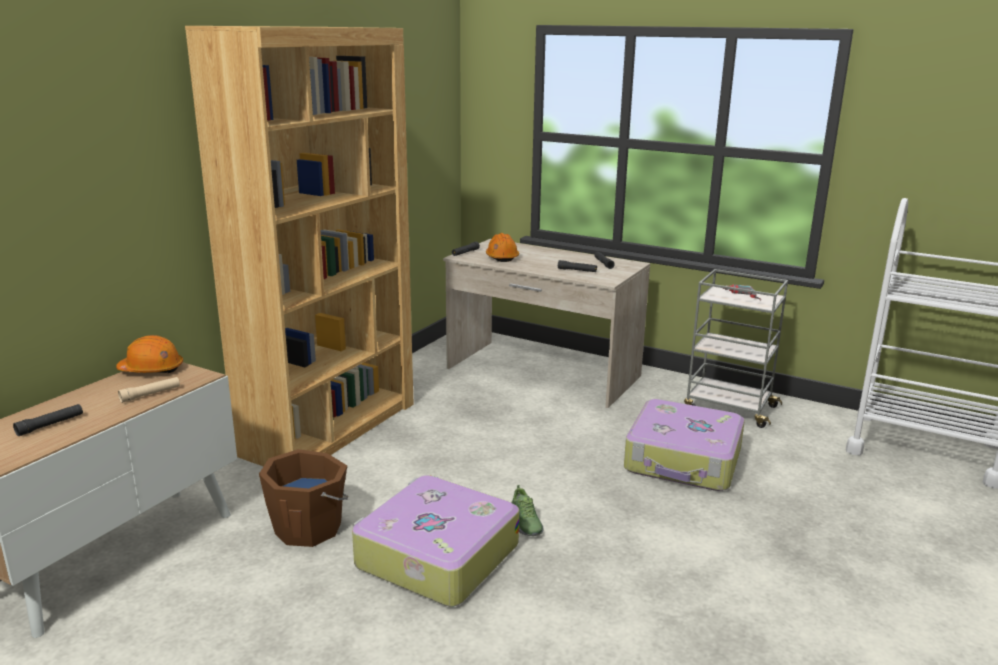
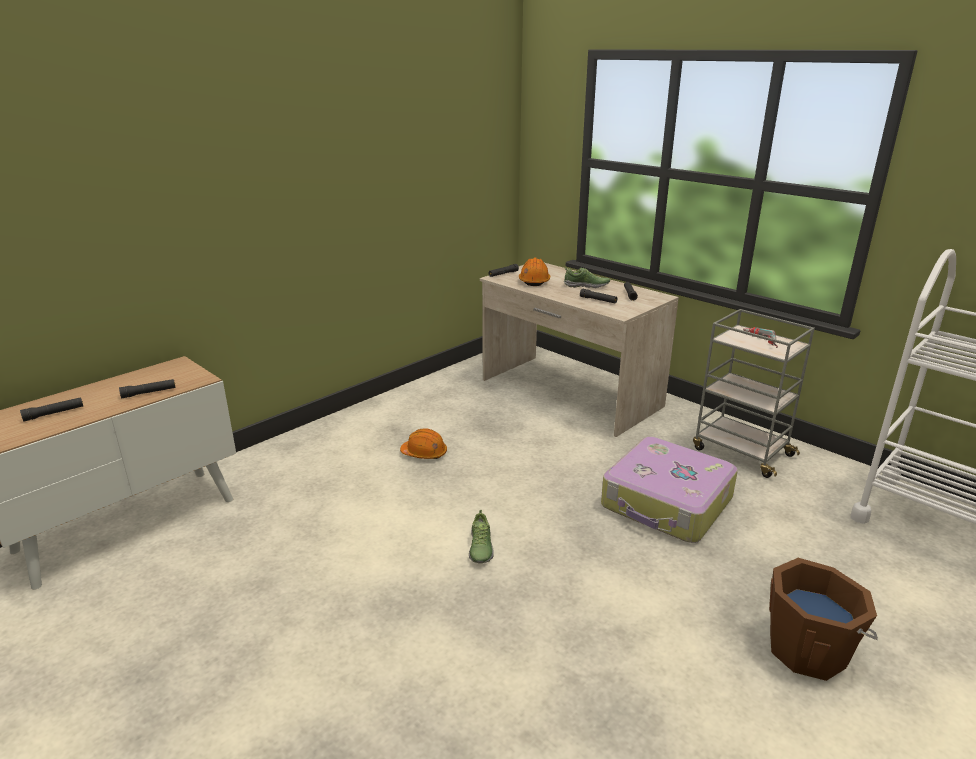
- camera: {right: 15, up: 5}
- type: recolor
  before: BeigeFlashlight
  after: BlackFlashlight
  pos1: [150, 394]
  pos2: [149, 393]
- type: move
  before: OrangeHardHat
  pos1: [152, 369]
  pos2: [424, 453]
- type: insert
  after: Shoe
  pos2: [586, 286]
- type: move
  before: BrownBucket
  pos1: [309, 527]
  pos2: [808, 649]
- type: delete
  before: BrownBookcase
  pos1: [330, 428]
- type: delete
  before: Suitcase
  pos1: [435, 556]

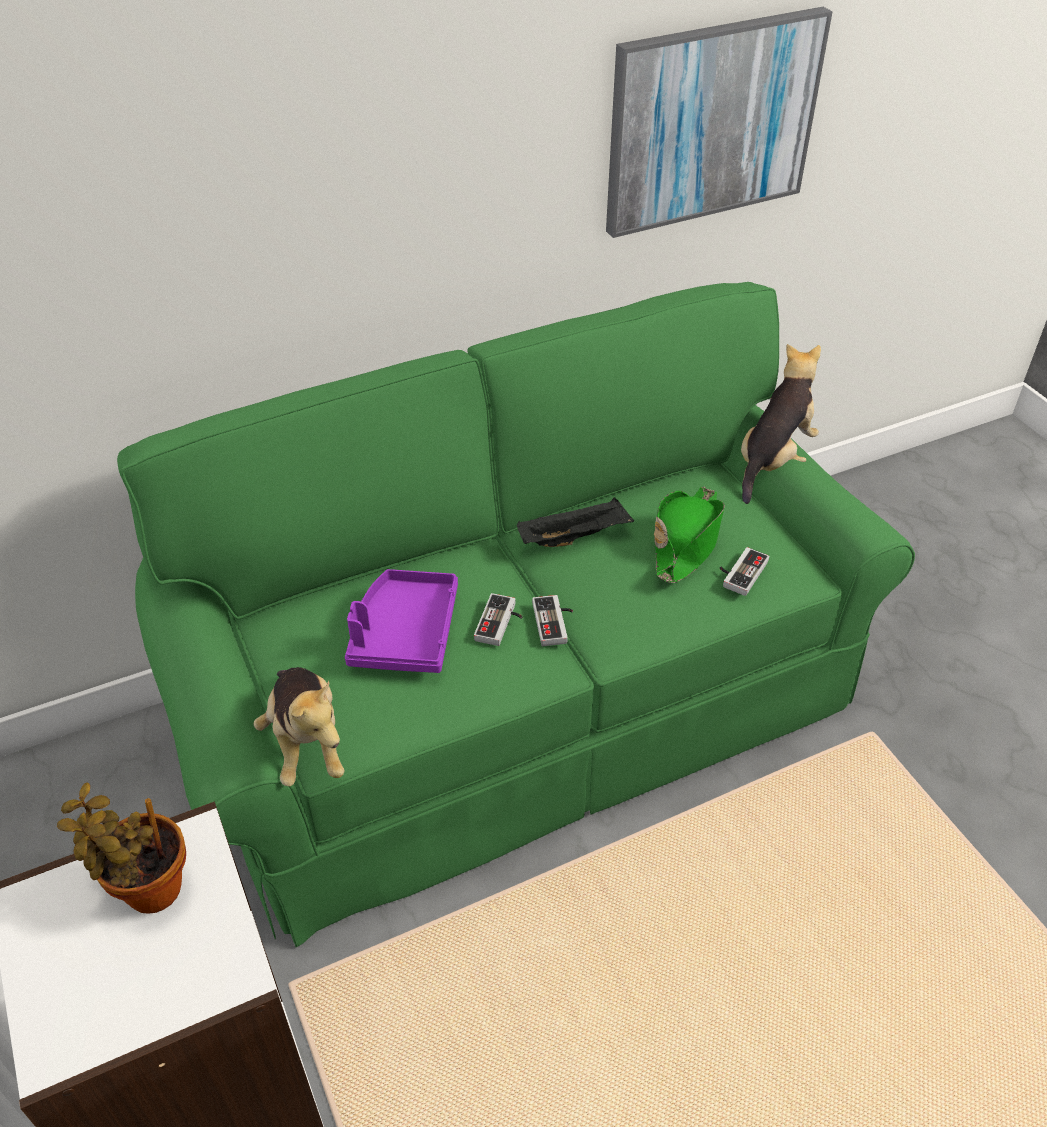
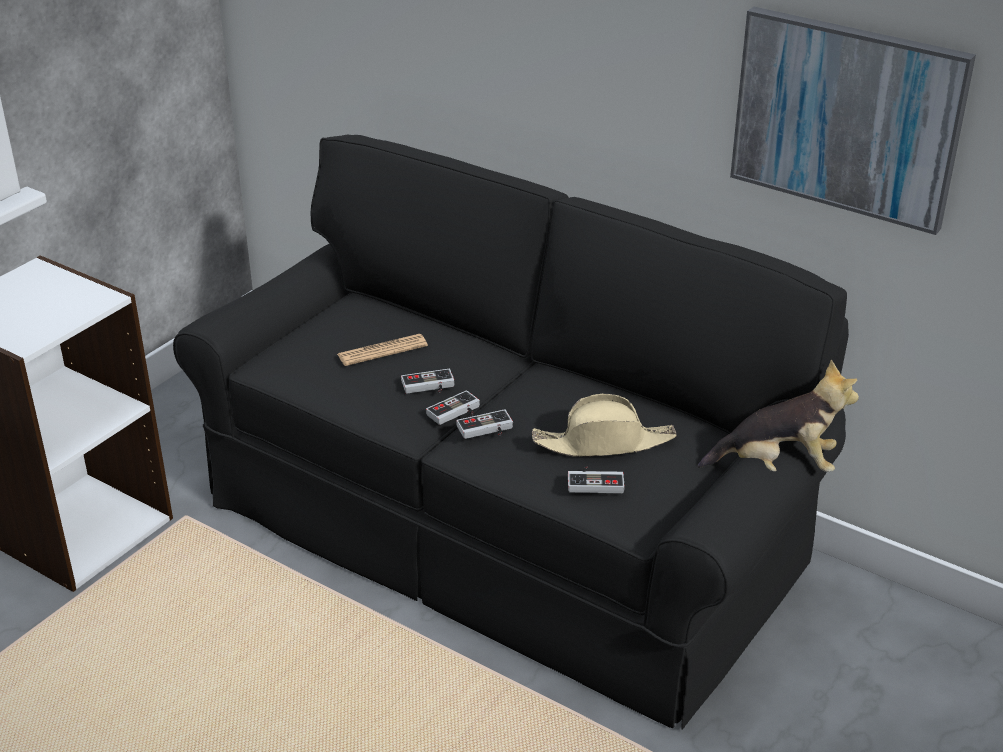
- camera: {right: 60, up: -10}
- type: recolor
  before: GreenSofa
  after: BlackSofa
  pos1: [523, 706]
  pos2: [502, 529]
- type: replace
  before: PurpleTray
  after: Newspaper
  pos1: [404, 633]
  pos2: [382, 351]
- type: insert
  after: GameController
  pos2: [486, 430]
- type: recolor
  before: GreenHat
  after: BeigeHat
  pos1: [686, 541]
  pos2: [604, 443]
- type: delete
  before: PottedPlant
  pos1: [147, 888]
- type: delete
  before: PlushToy
  pos1: [307, 742]
- type: delete
  before: BlackTray
  pos1: [575, 537]

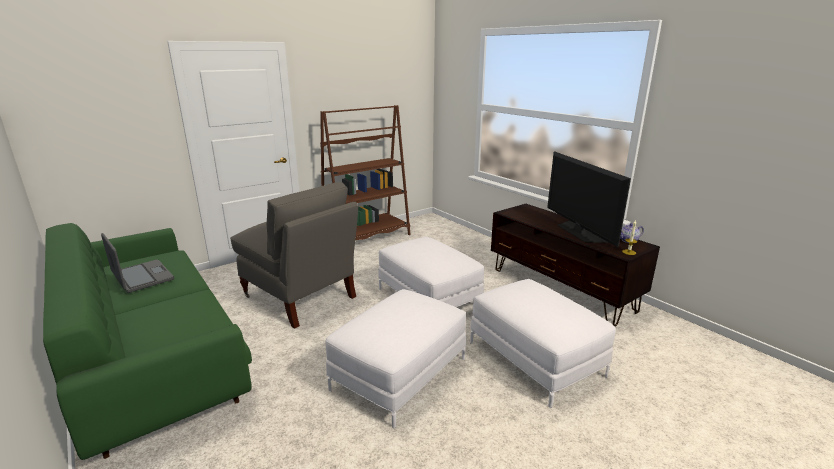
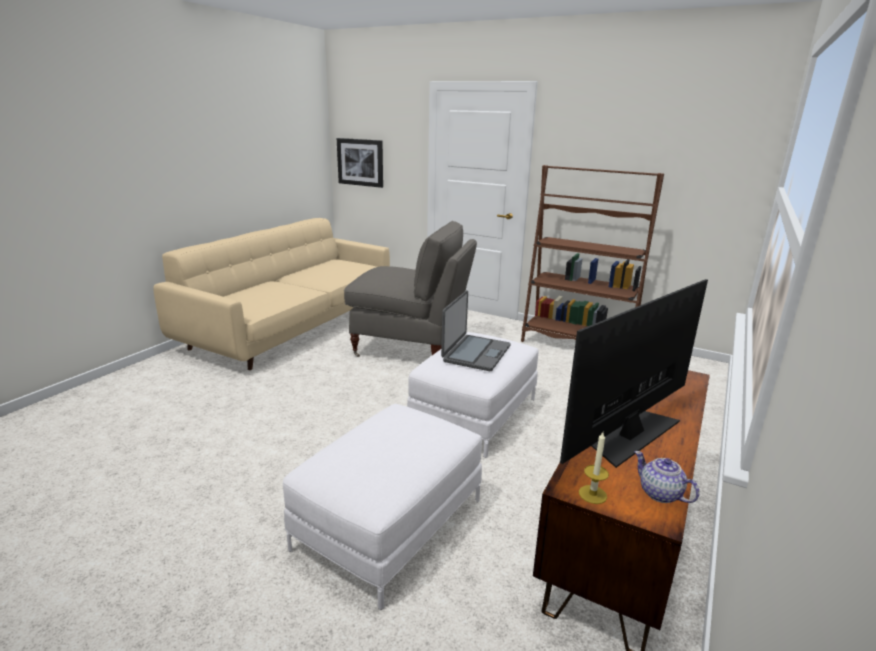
- camera: {right: 65, up: 0}
- type: recolor
  before: GreenSofa
  after: BeigeSofa
  pos1: [153, 354]
  pos2: [294, 325]
- type: insert
  after: Picture
  pos2: [360, 162]
- type: rotate
  before: GreyArmchair
  pos1: [300, 297]
  pos2: [411, 348]
  turn: -90
- type: move
  before: Laptop
  pos1: [142, 277]
  pos2: [475, 353]
- type: delete
  before: WhiteOttoman
  pos1: [400, 374]

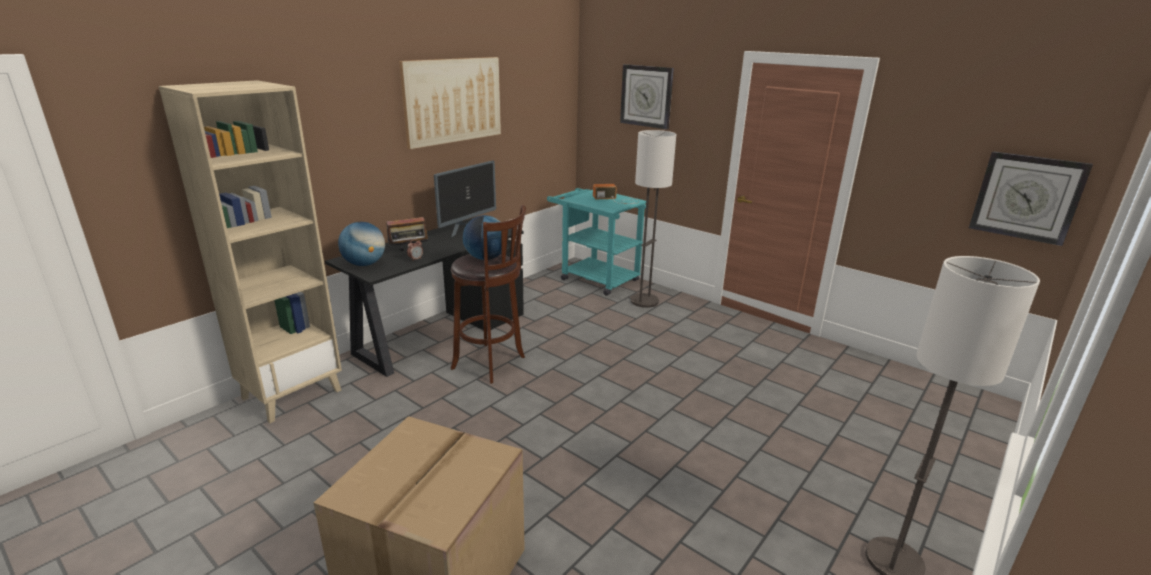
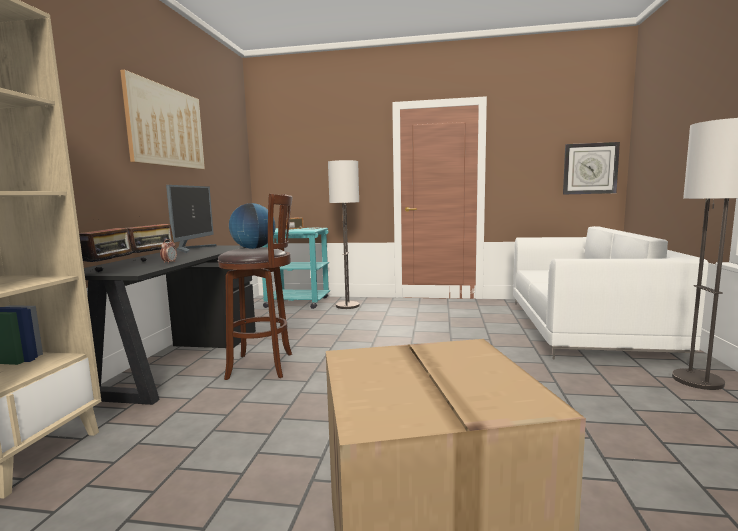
- camera: {right: -30, up: -15}
- type: replace
  before: Globe
  after: Radio
  pos1: [364, 264]
  pos2: [110, 270]
- type: insert
  after: WhiteSofa
  pos2: [585, 328]
- type: delete
  before: WallClock
  pos1: [646, 96]

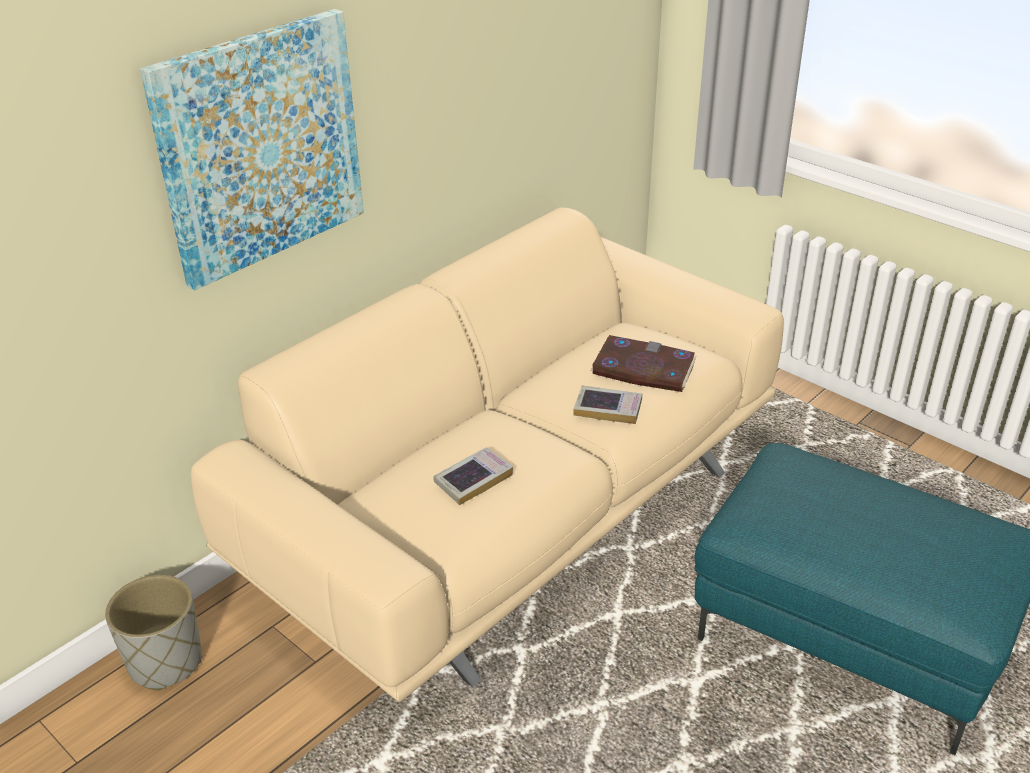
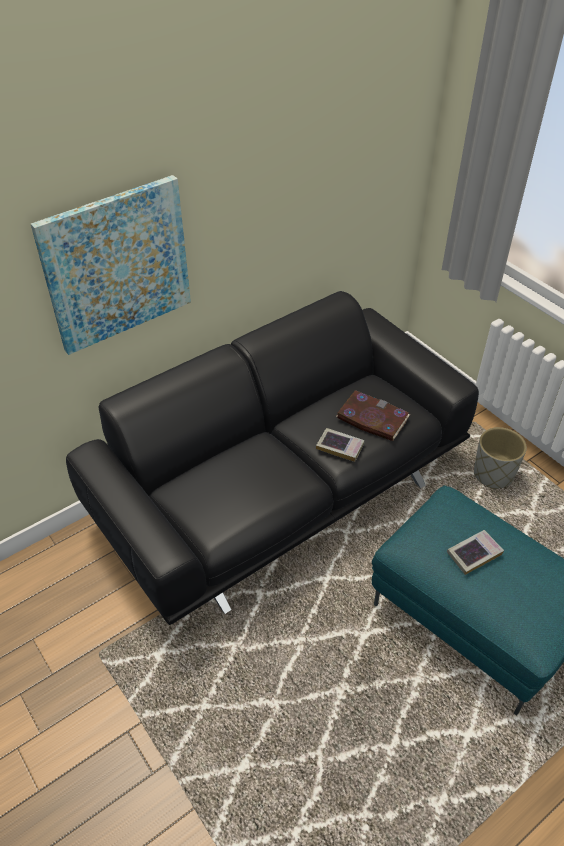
- camera: {right: 10, up: 10}
- type: recolor
  before: BeigeSofa
  after: BlackSofa
  pos1: [516, 509]
  pos2: [282, 491]
- type: move
  before: Book
  pos1: [473, 480]
  pos2: [474, 554]
- type: move
  before: GreyPlanter
  pos1: [166, 661]
  pos2: [493, 474]

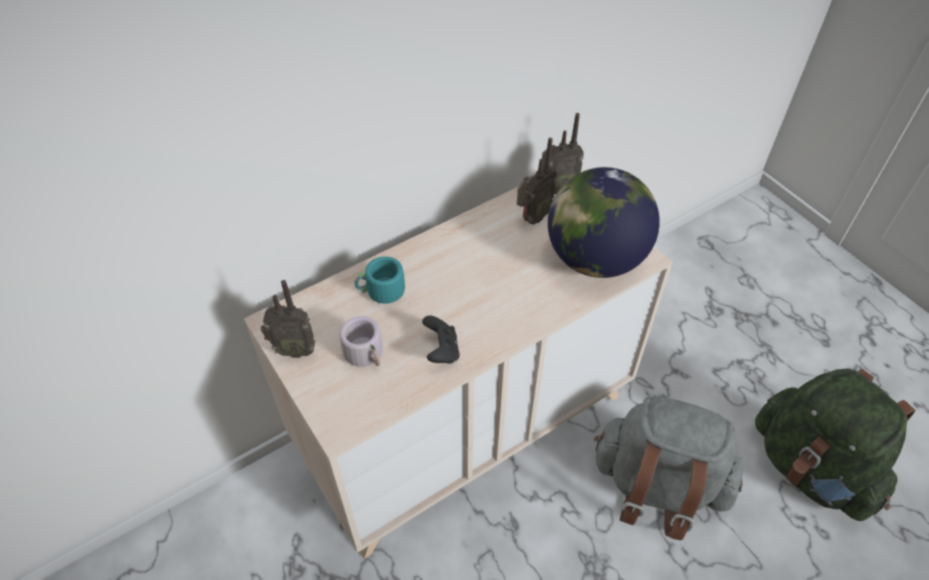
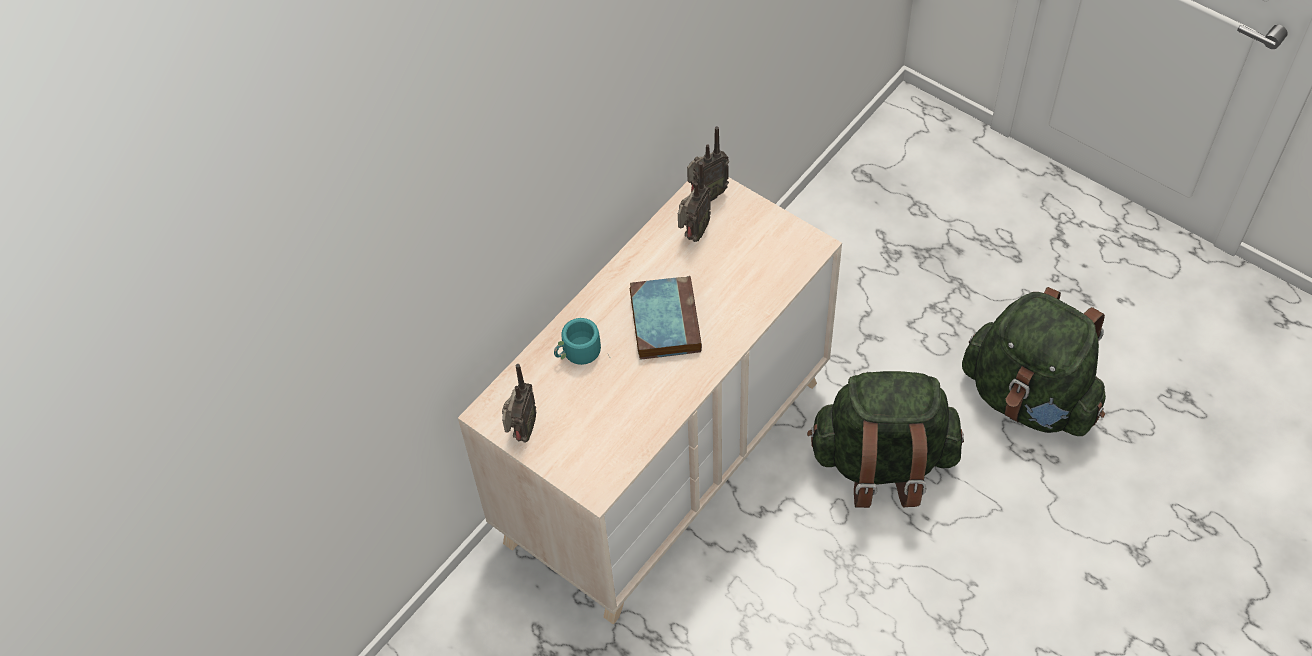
- camera: {right: -15, up: 5}
- type: rotate
  before: Radio
  pos1: [294, 349]
  pos2: [522, 432]
  turn: -60
- type: insert
  after: Book
  pos2: [664, 320]
- type: recolor
  before: GreyBackpack
  after: GreenBackpack
  pos1: [657, 486]
  pos2: [882, 463]
- type: delete
  before: GreyMug
  pos1: [368, 354]
- type: delete
  before: BlackGameController
  pos1: [441, 351]
- type: delete
  before: Globe
  pos1: [594, 258]

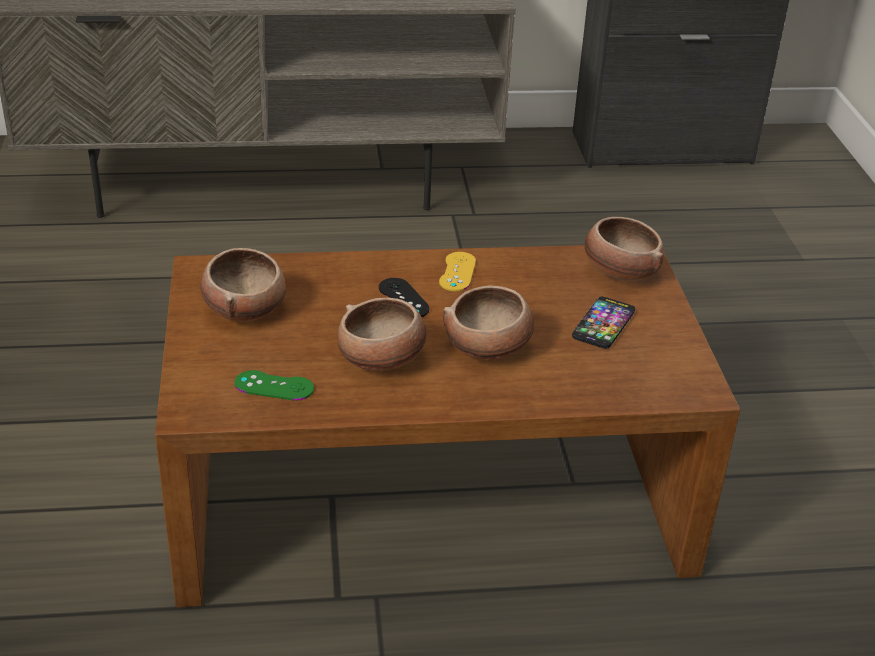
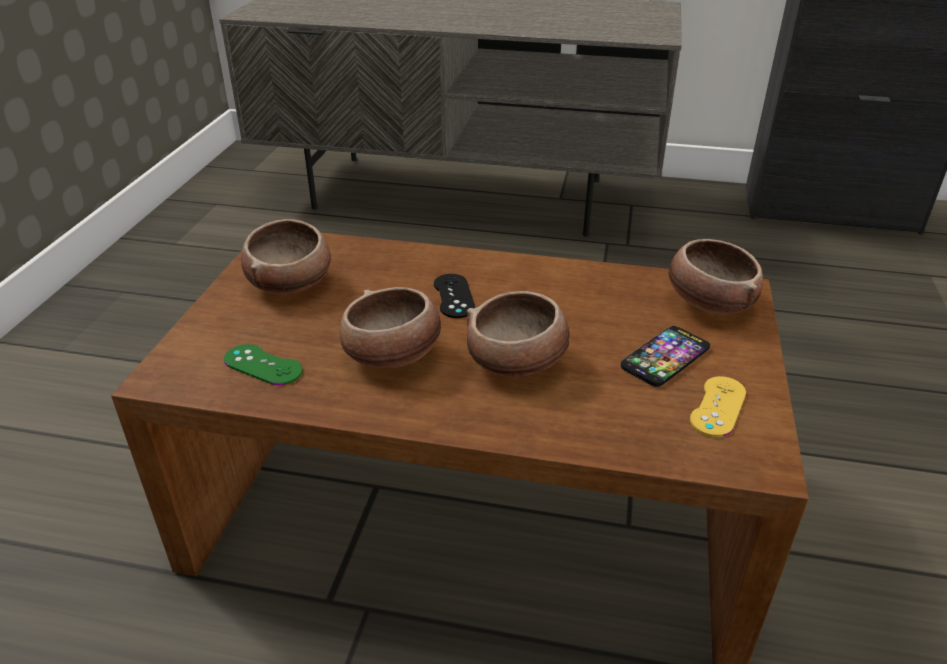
- camera: {right: 20, up: 0}
- type: move
  before: YellowGameController
  pos1: [457, 272]
  pos2: [718, 406]

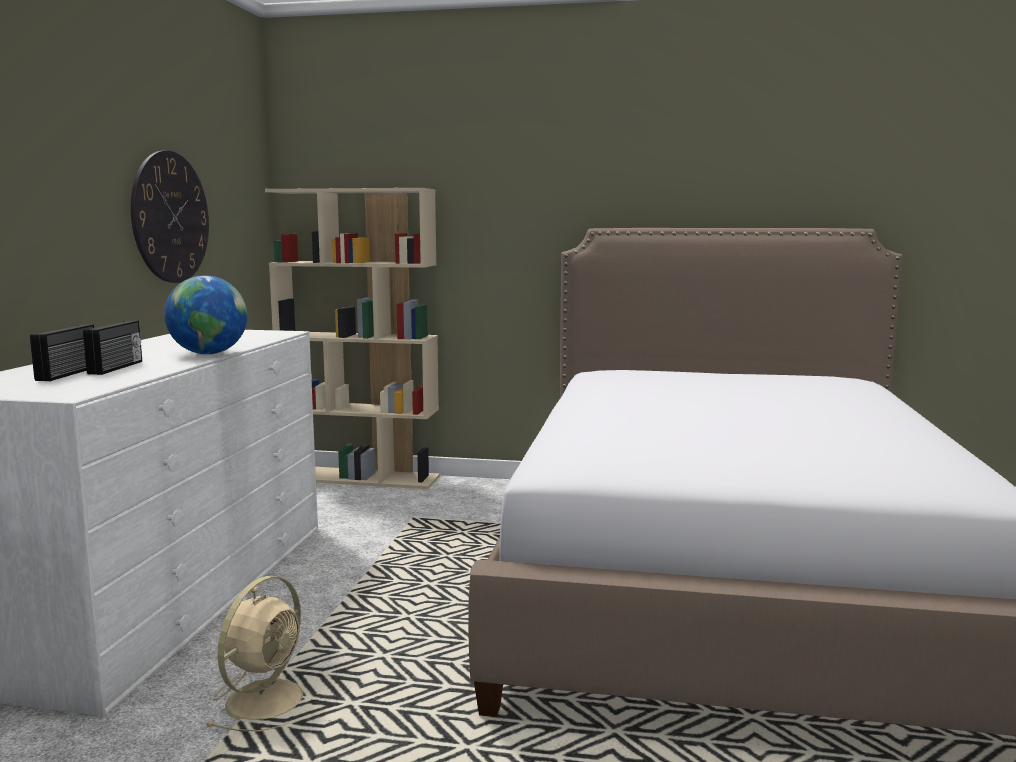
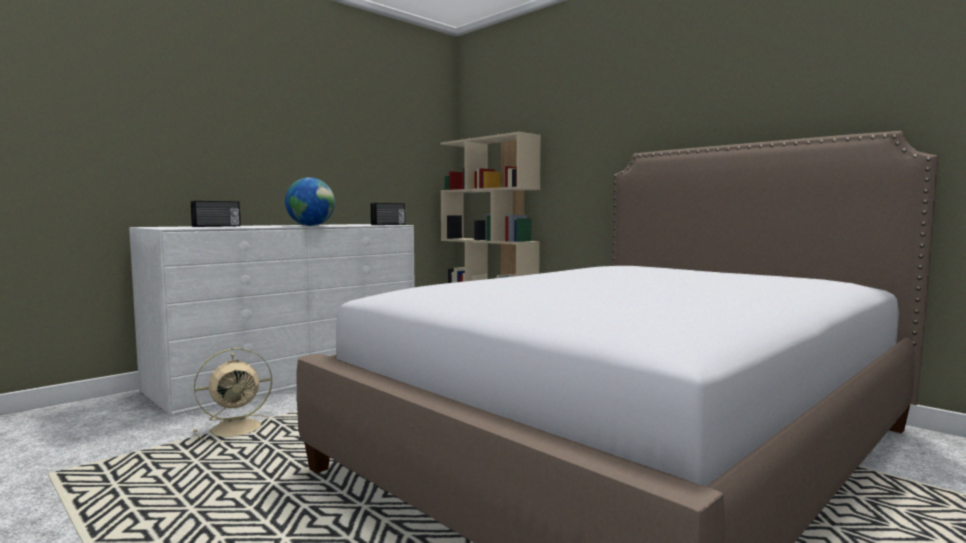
- camera: {right: 35, up: -5}
- type: move
  before: Radio
  pos1: [117, 367]
  pos2: [389, 224]
- type: delete
  before: WallClock
  pos1: [170, 217]

